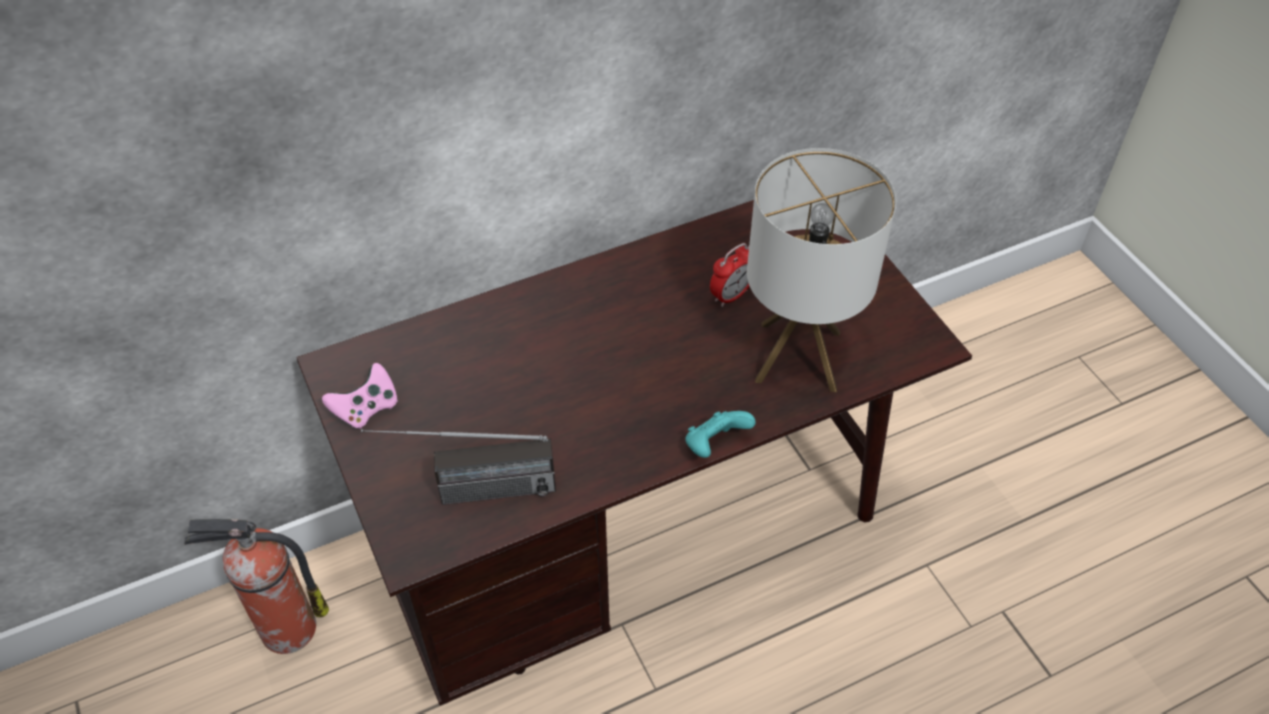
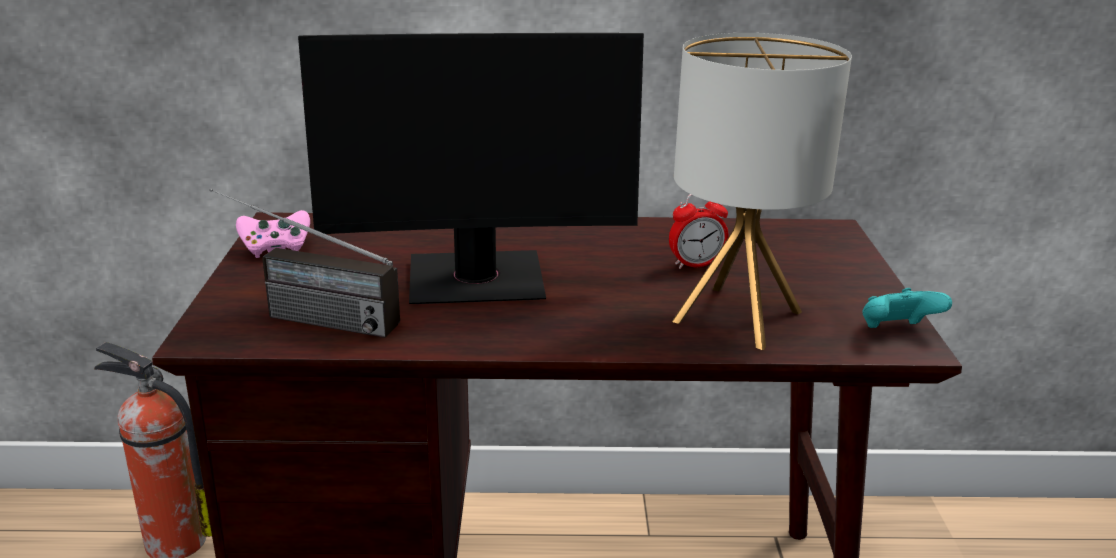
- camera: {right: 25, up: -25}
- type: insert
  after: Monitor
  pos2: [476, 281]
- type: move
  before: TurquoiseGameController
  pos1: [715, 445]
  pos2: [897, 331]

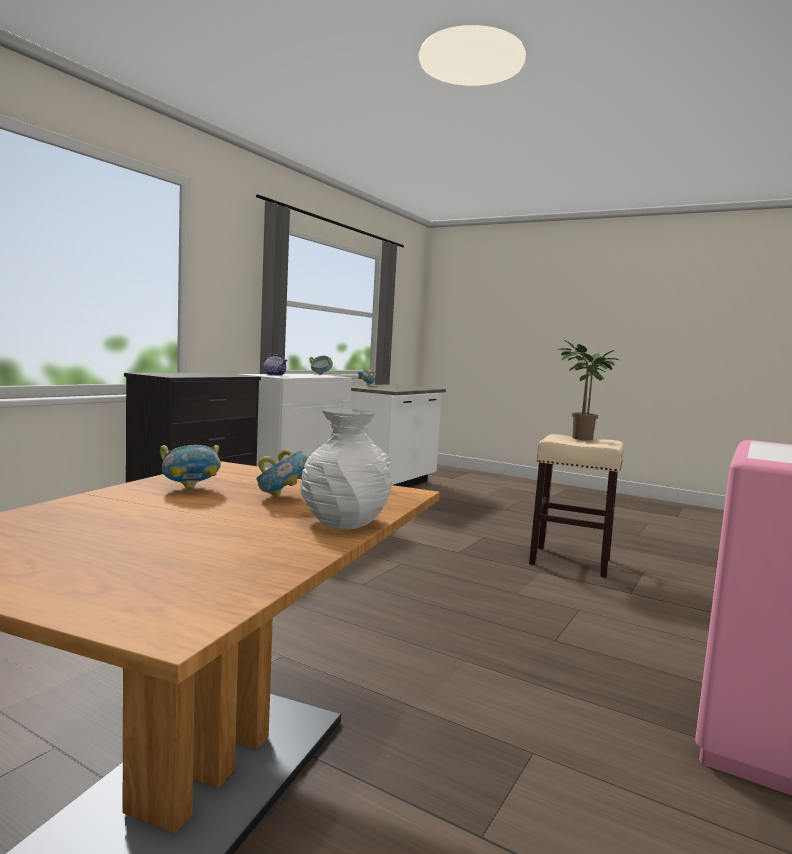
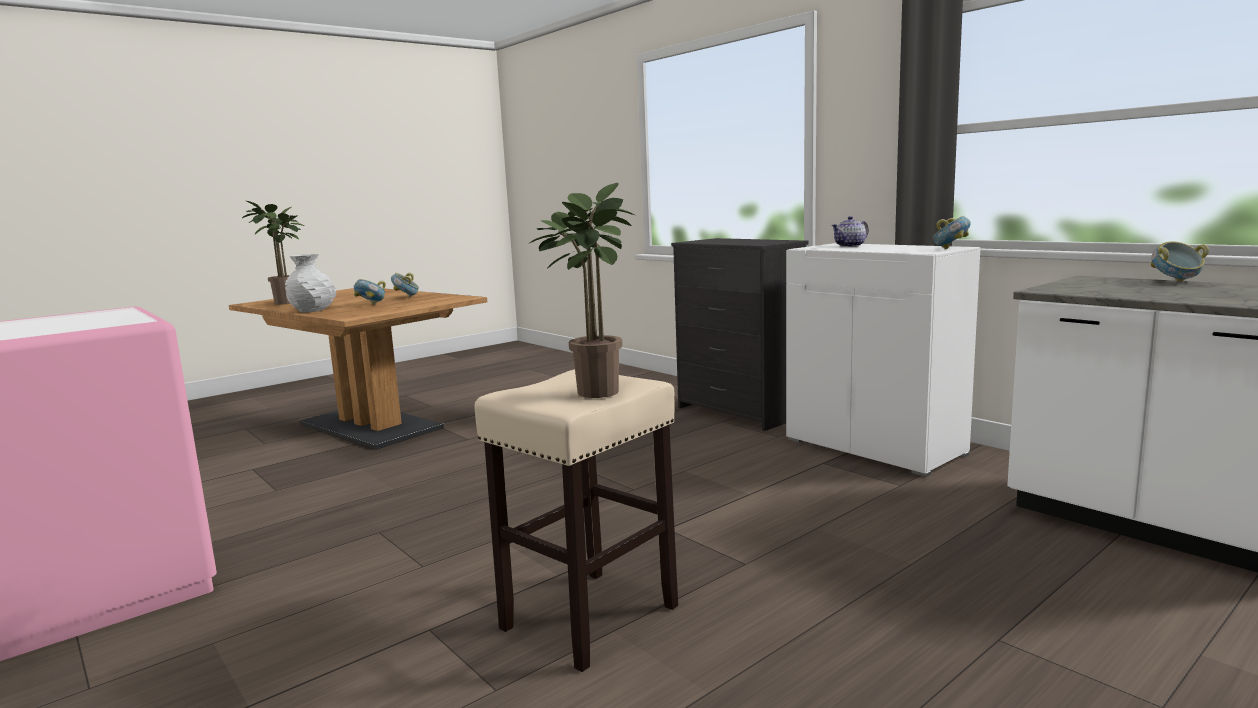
- camera: {right: 110, up: 5}
- type: insert
  after: PottedPlant
  pos2: [286, 303]

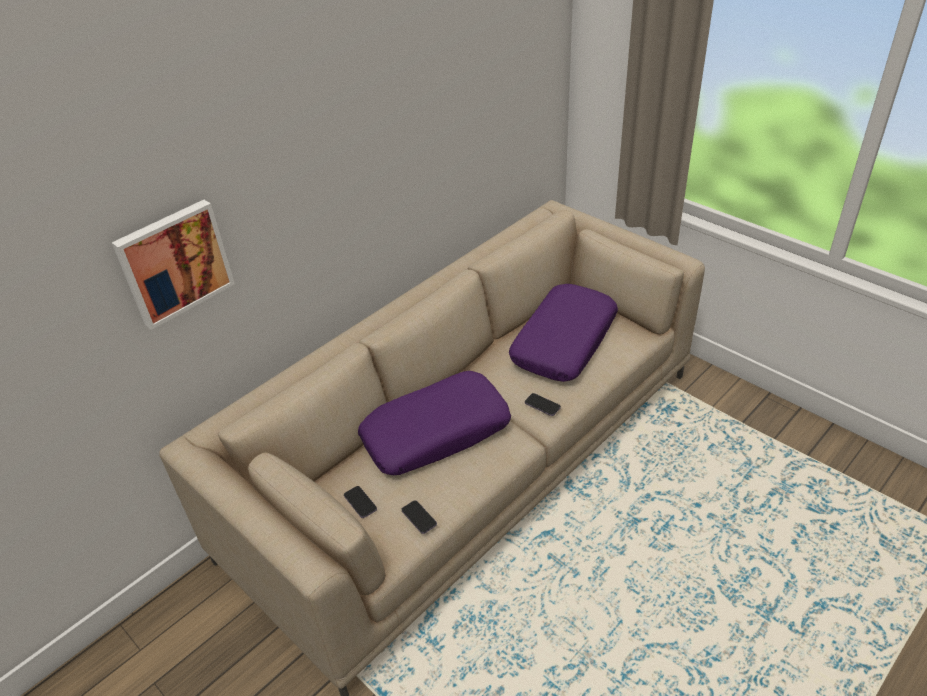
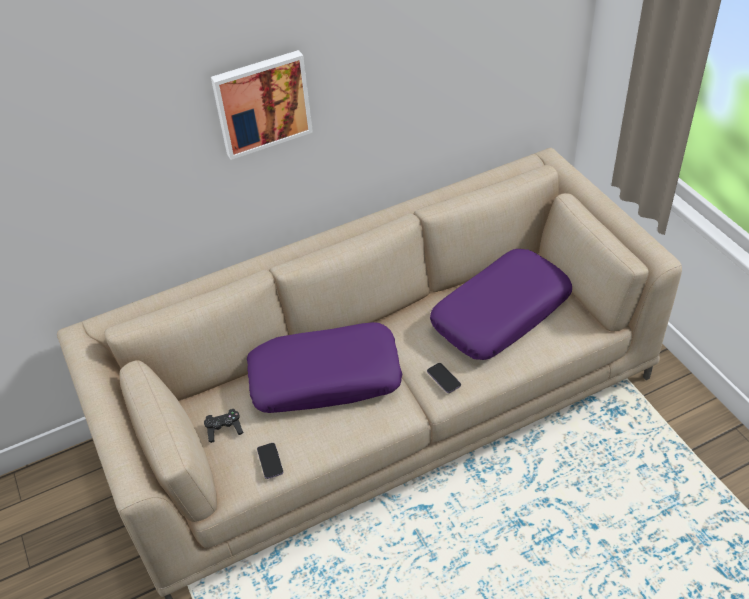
- camera: {right: 20, up: 5}
- type: replace
  before: Phone
  after: BlackGameController
  pos1: [360, 503]
  pos2: [224, 430]
- type: move
  before: Picture
  pos1: [174, 262]
  pos2: [262, 103]

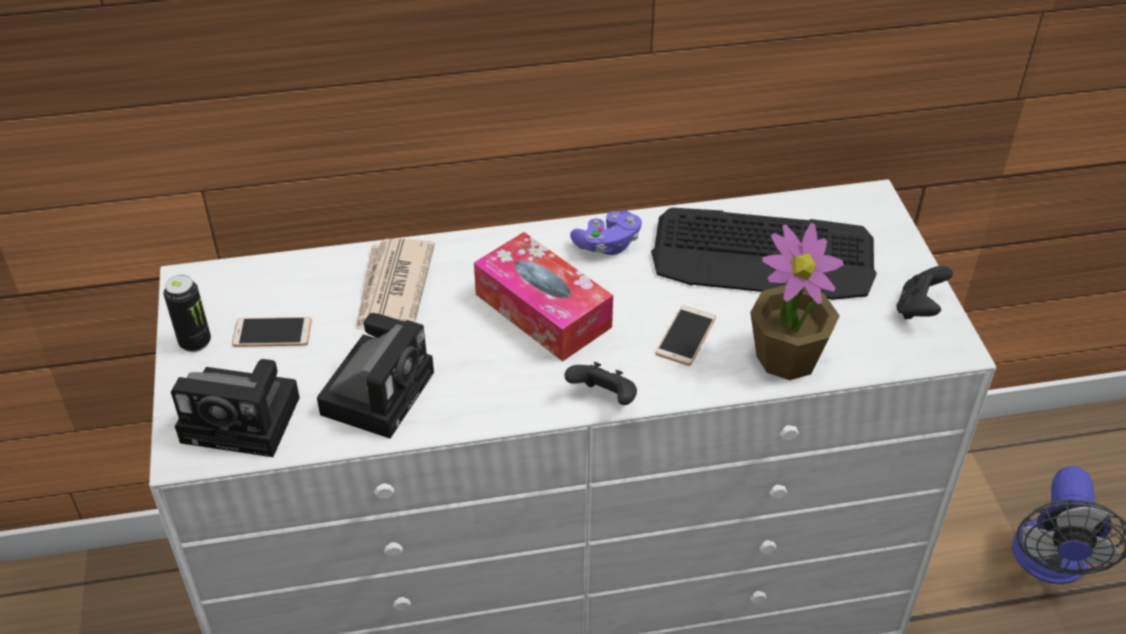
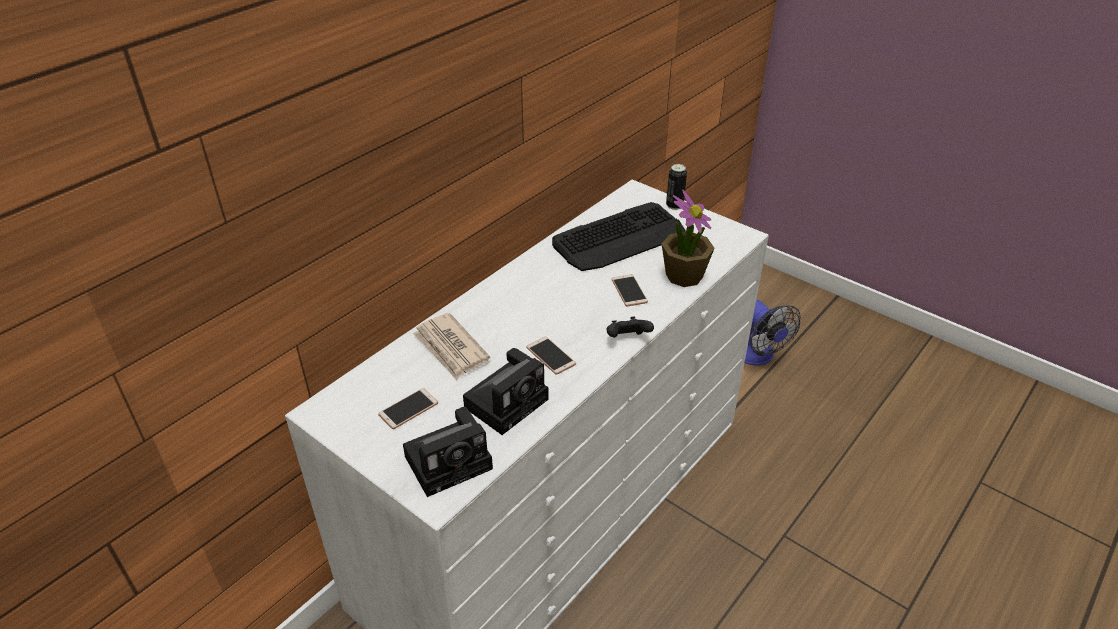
- camera: {right: -40, up: -5}
- type: rotate
  before: PhotoCamera
  pos1: [379, 389]
  pos2: [508, 401]
  turn: 60
- type: insert
  after: Phone
  pos2: [551, 356]
- type: move
  before: Can
  pos1: [195, 342]
  pos2: [674, 205]
- type: delete
  before: TissueBox
  pos1: [543, 310]
- type: delete
  before: PurpleGameController
  pos1: [607, 244]
- type: delete
  before: BlackGameController
  pos1: [919, 309]

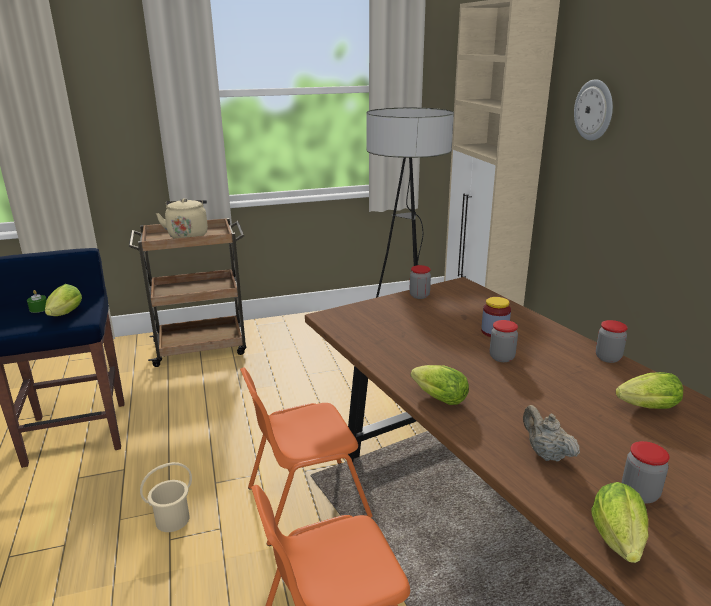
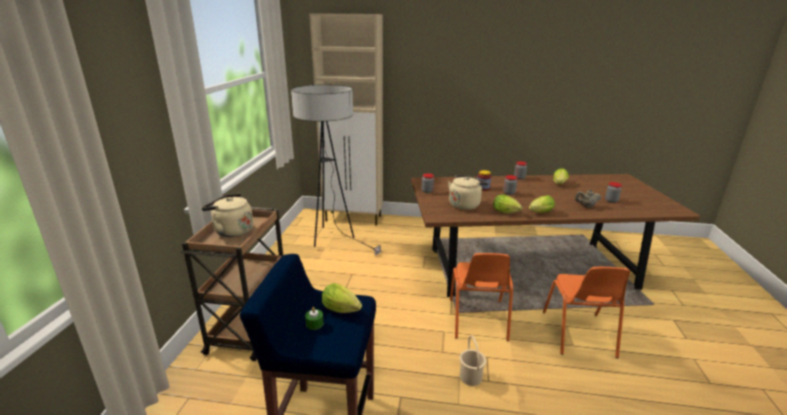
- camera: {right: -65, up: 0}
- type: insert
  after: BeigeKettle
  pos2: [465, 204]
- type: move
  before: Lettuce
  pos1: [619, 543]
  pos2: [507, 212]
- type: delete
  before: WallClock
  pos1: [594, 110]

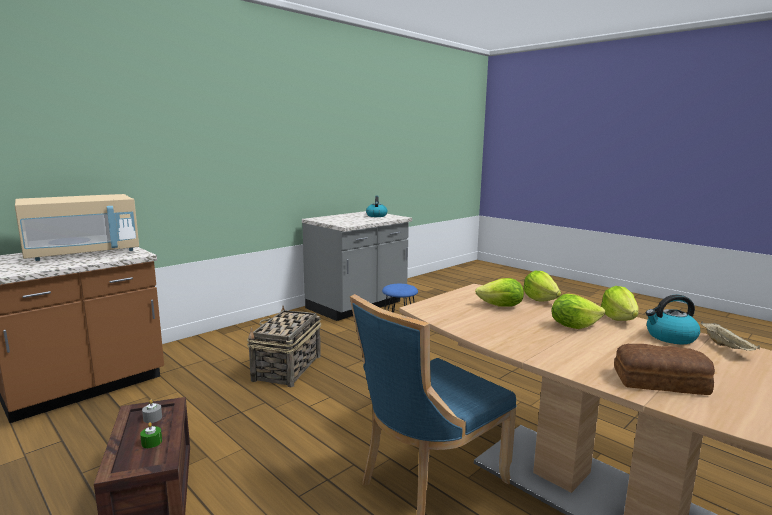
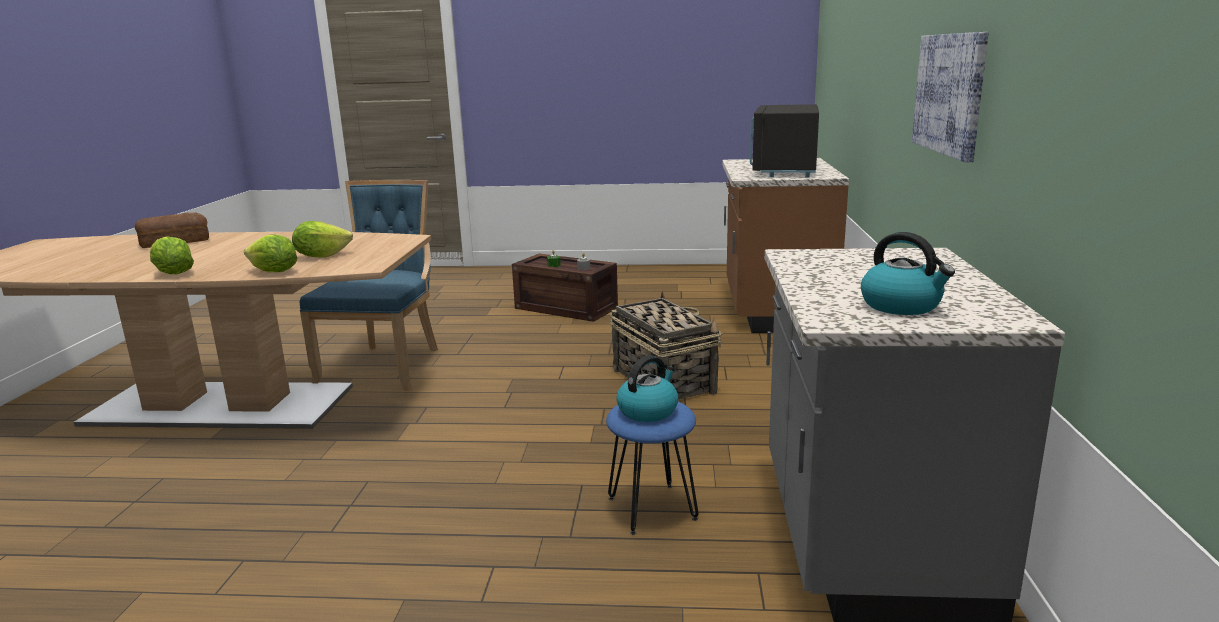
- camera: {right: 140, up: 5}
- type: move
  before: Kettle
  pos1: [670, 337]
  pos2: [648, 410]
- type: recolor
  before: BeigeMicrowave
  after: BlackMicrowave
  pos1: [83, 253]
  pos2: [784, 170]
- type: insert
  after: Picture
  pos2: [949, 93]
- type: delete
  before: Lettuce
  pos1: [573, 326]
- type: delete
  before: BeigeTray
  pos1: [727, 347]

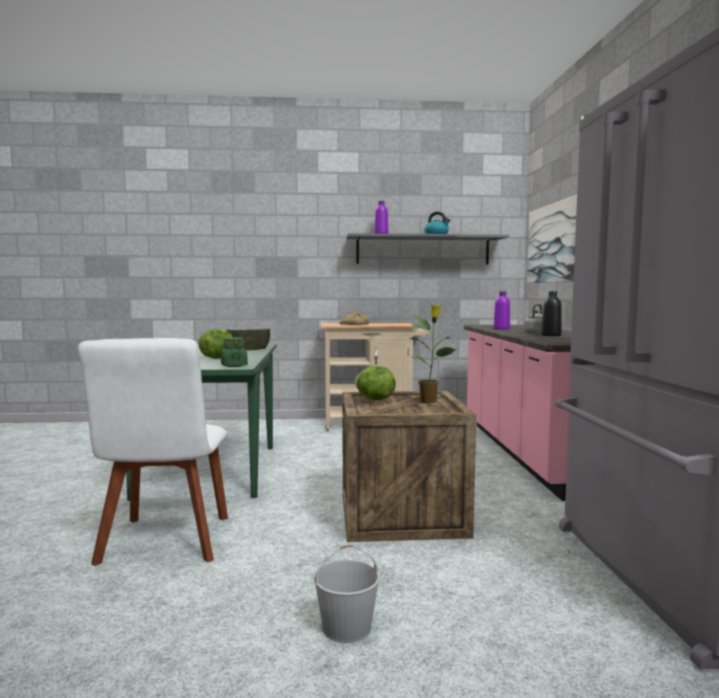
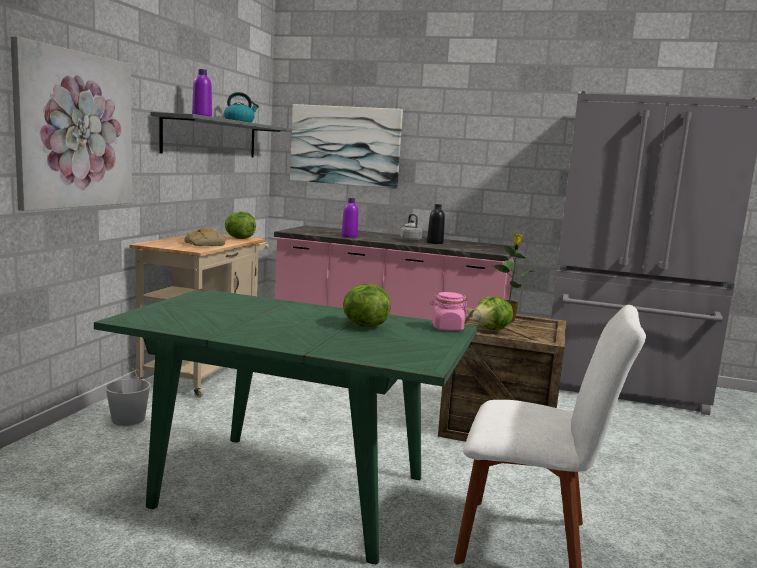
- camera: {right: -70, up: 5}
- type: insert
  after: Picture
  pos2: [75, 130]
- type: move
  before: WhiteBucket
  pos1: [346, 627]
  pos2: [128, 419]
- type: insert
  after: Lettuce
  pos2: [239, 238]
- type: recolor
  before: GreenJar
  after: PinkJar
  pos1: [234, 366]
  pos2: [447, 328]
- type: delete
  before: Bowl
  pos1: [248, 349]

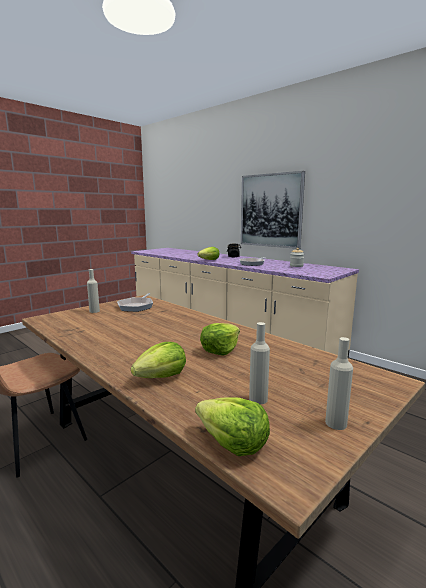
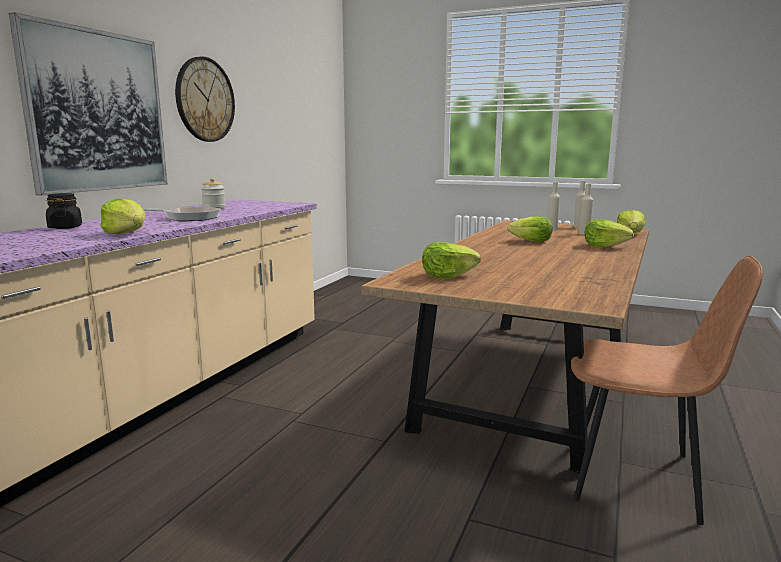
- camera: {right: -110, up: 0}
- type: insert
  after: WallClock
  pos2: [205, 100]
- type: replace
  before: FryingPan
  after: Lettuce
  pos1: [136, 306]
  pos2: [447, 276]
- type: move
  before: BeigeBottle
  pos1: [94, 311]
  pos2: [552, 229]

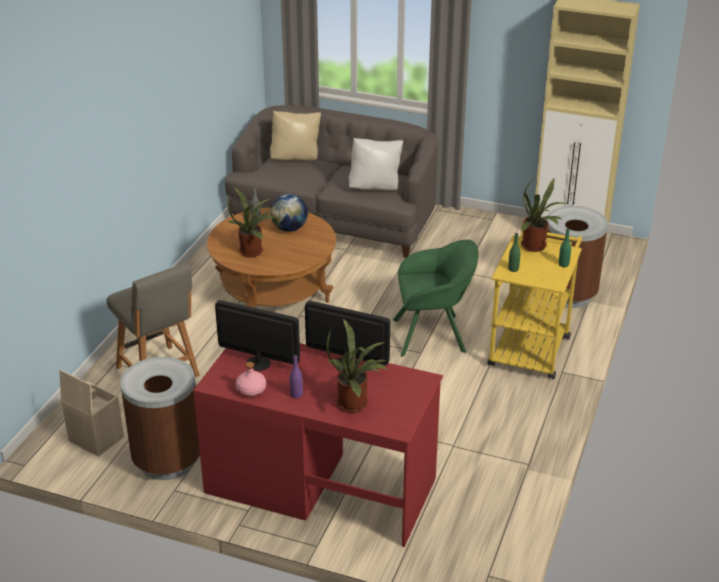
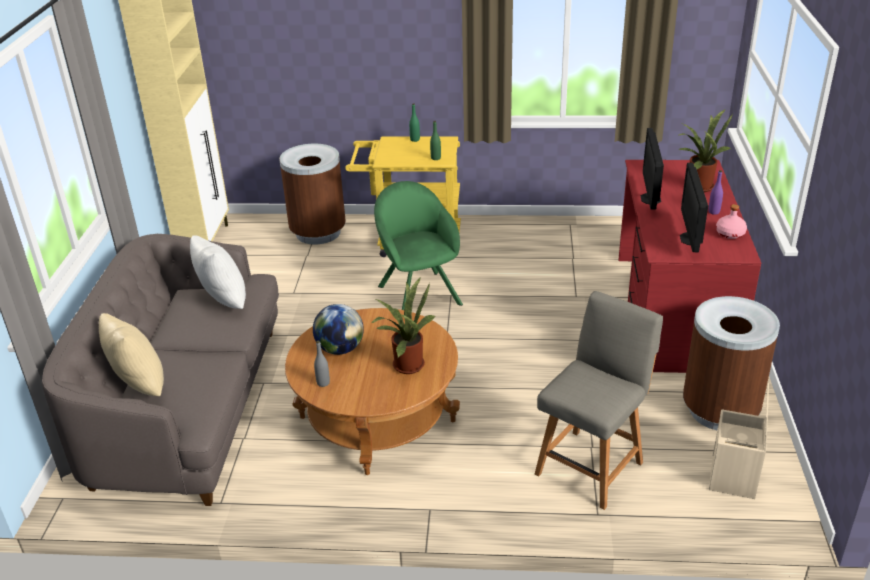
- camera: {right: -105, up: 0}
- type: delete
  before: PottedPlant
  pos1: [536, 247]

